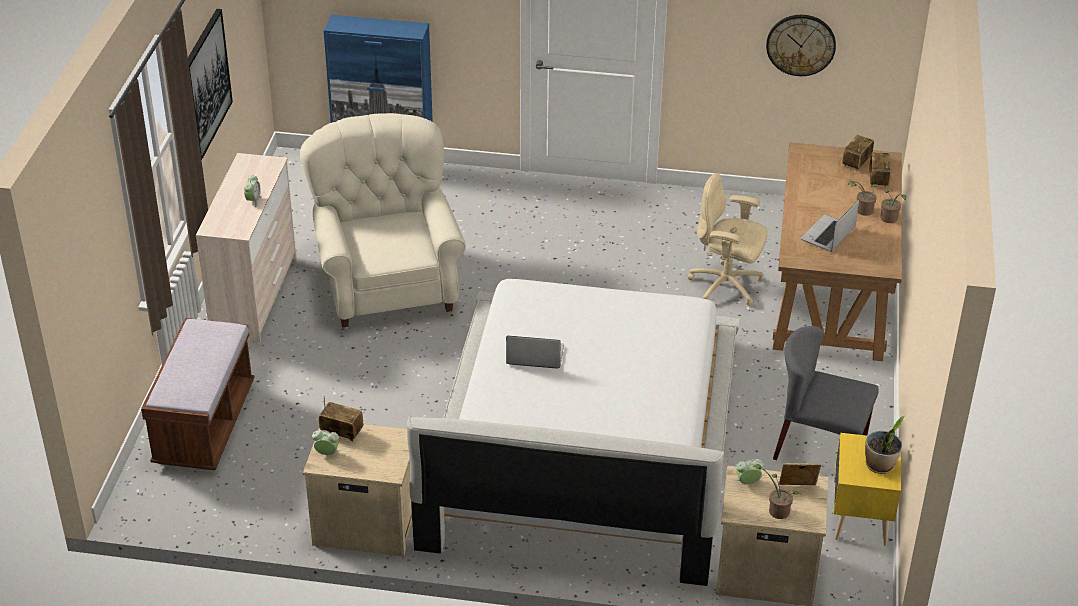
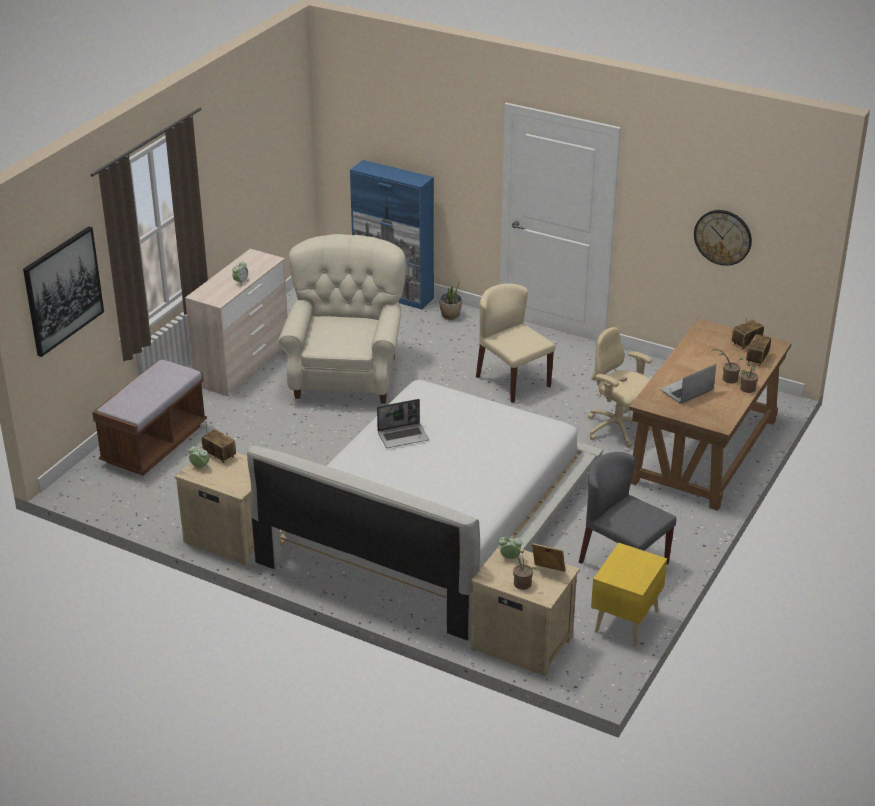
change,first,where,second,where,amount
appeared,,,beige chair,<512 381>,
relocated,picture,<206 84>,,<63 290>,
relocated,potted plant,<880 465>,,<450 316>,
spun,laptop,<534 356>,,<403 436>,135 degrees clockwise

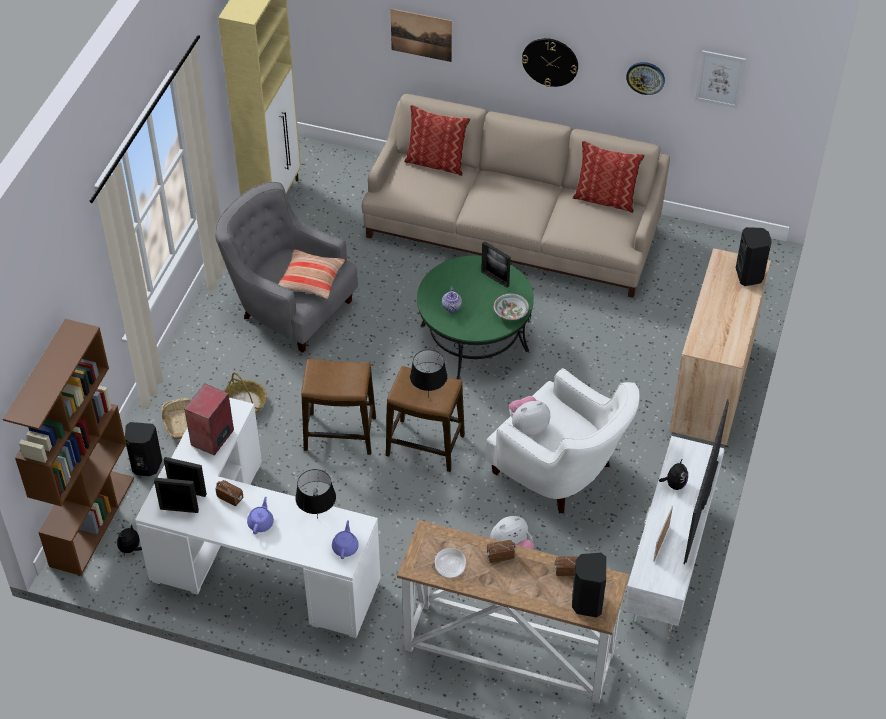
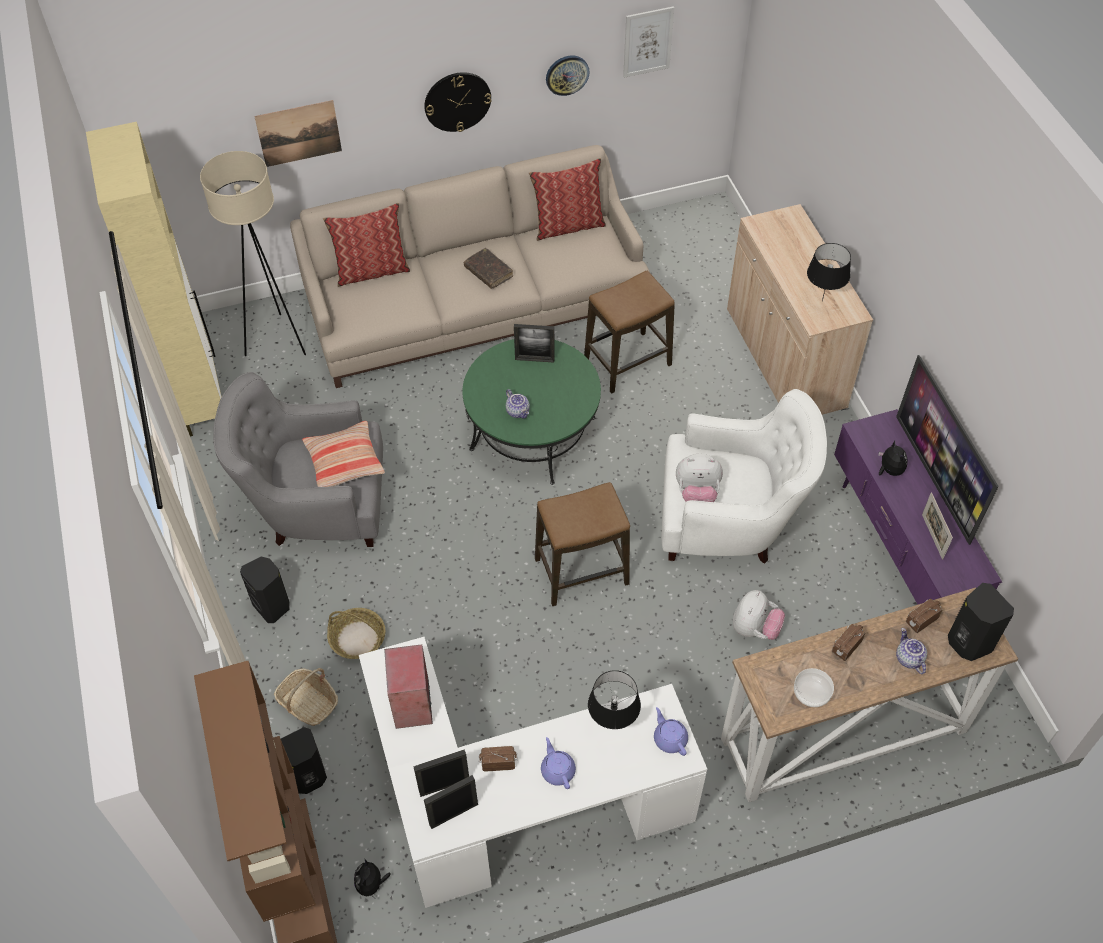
change,first,where,second,where,amount
missing,bowl,<511 313>,,,
appeared,,,beige floor lamp,<277 340>,
appeared,,,brown book,<488 272>,
appeared,,,teapot,<908 658>,
relocated,stool,<340 434>,,<627 362>,
relocated,black table lamp,<429 398>,,<822 301>,
relocated,black speaker,<749 276>,,<273 606>,
colour,white tv stand,<668 561>,purple tv stand,<898 550>,
spun,plush toy,<527 427>,,<697 493>,120 degrees counterclockwise

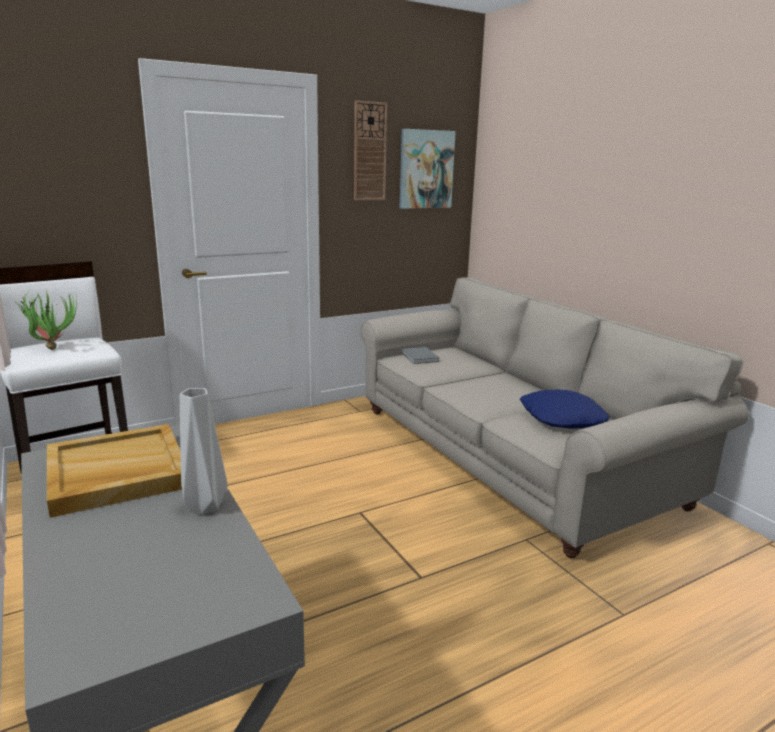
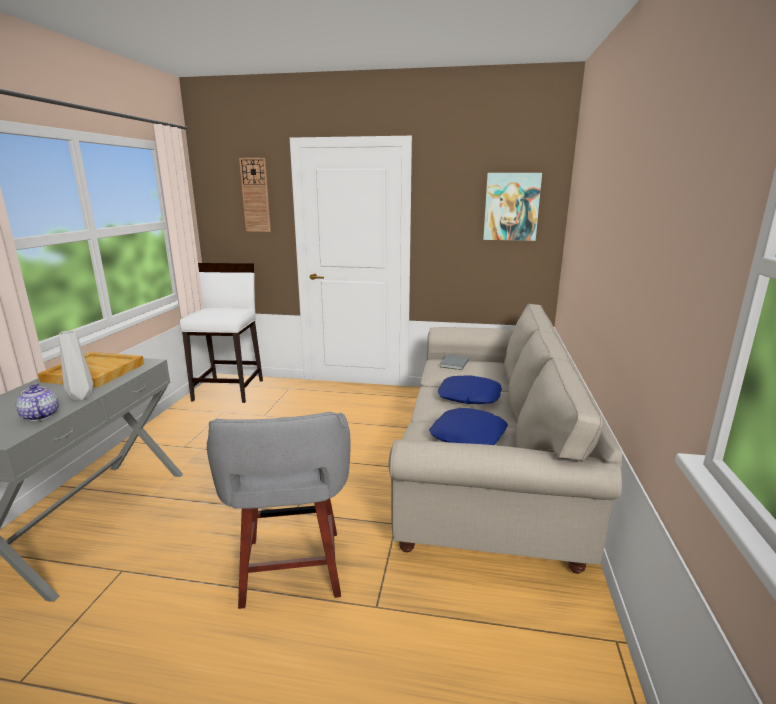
change,first,where,second,where,amount
missing,potted plant,<52 347>,,,
appeared,,,teapot,<40 416>,
appeared,,,grey stool,<292 570>,
appeared,,,blue pillow,<469 397>,
relocated,wall clock,<369 152>,,<255 195>,

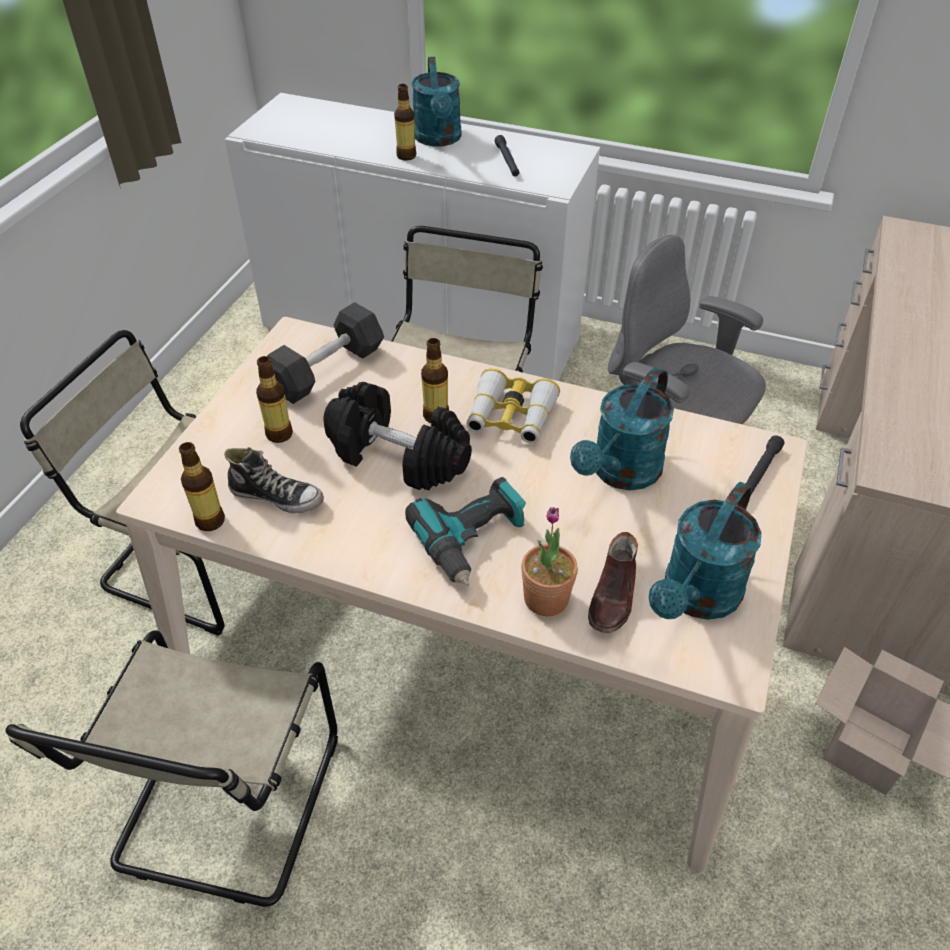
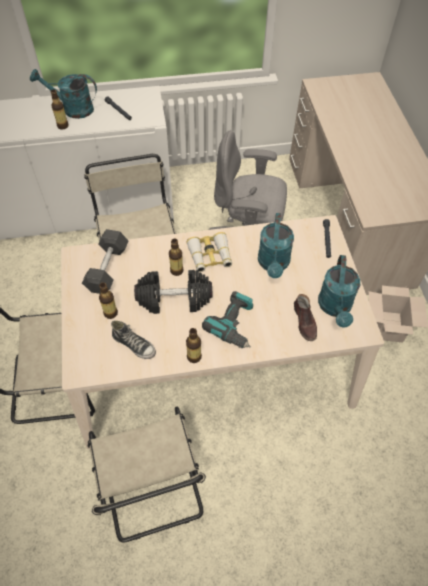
change,first,where,second,where,amount
missing,potted plant,<546 598>,,,
relocated,bottle,<210 521>,,<194 357>,
spun,shoe,<277 496>,,<134 345>,45 degrees clockwise
spun,turquoise watering can,<439 140>,,<72 109>,135 degrees clockwise

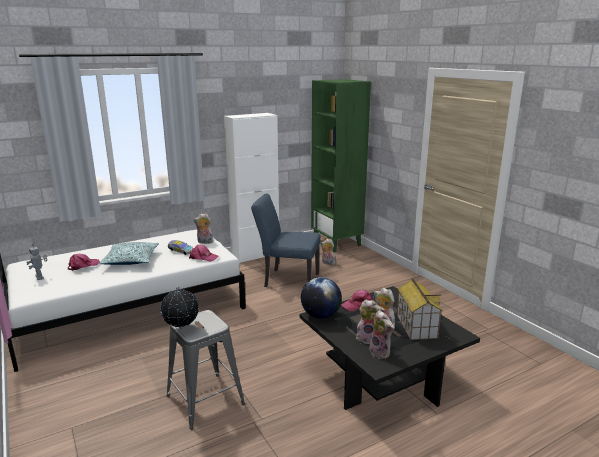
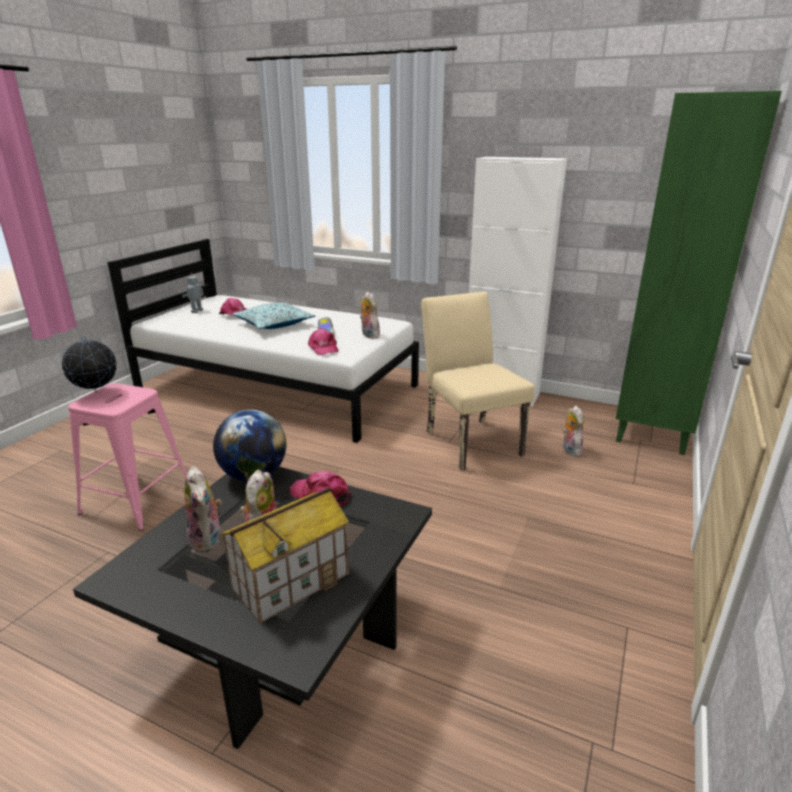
change,first,where,second,where,amount
missing,plush toy,<381 352>,,,
colour,grey stool,<204 400>,pink stool,<137 499>,
colour,blue chair,<287 280>,beige chair,<469 440>,

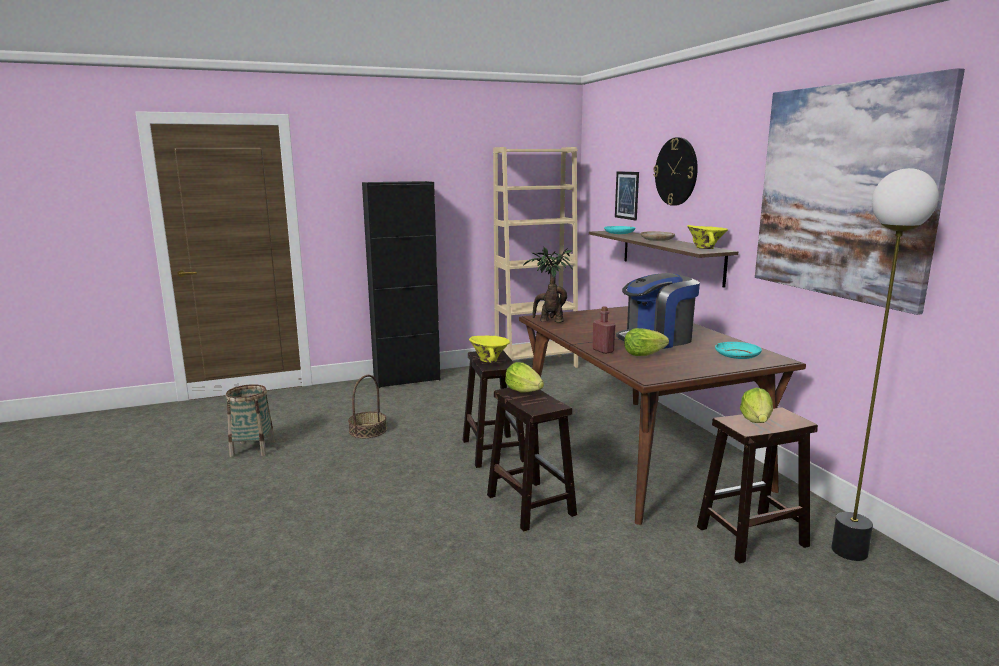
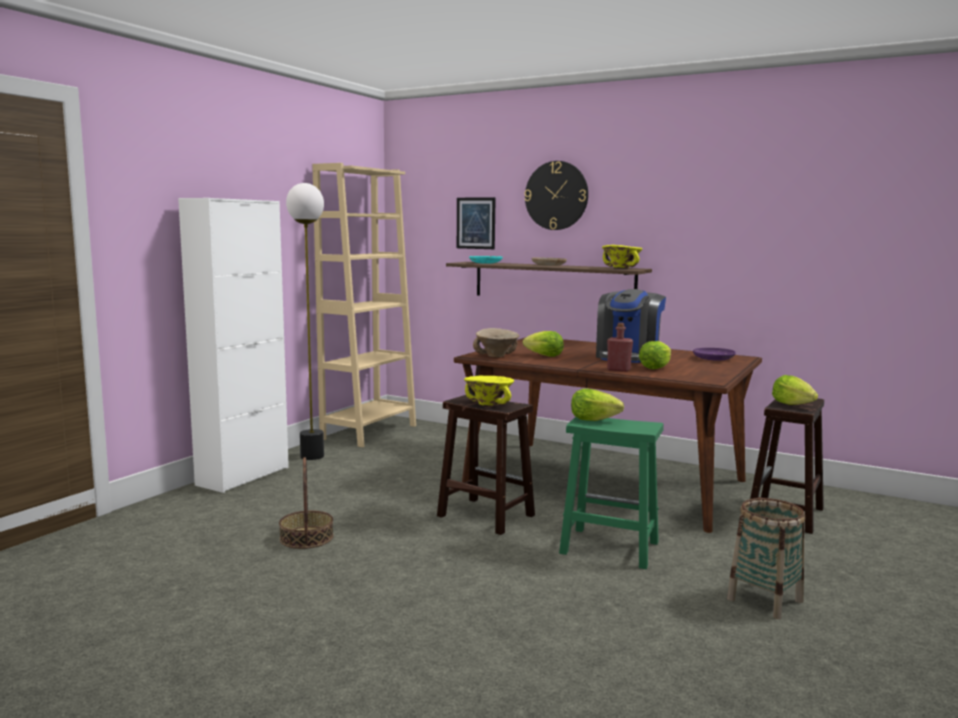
change,first,where,second,where,amount
missing,picture,<843 192>,,,
appeared,,,lettuce,<544 356>,
relocated,basket,<252 448>,,<764 600>,
relocated,floor lamp,<848 551>,,<311 456>,
exchanged,potted plant,<549 321>,beige bowl,<497 356>,
colour,black cabinet,<407 379>,white cabinet,<243 476>,
colour,brown stool,<529 504>,green stool,<607 547>,
colour,turquoise plate,<737 356>,purple plate,<713 359>,

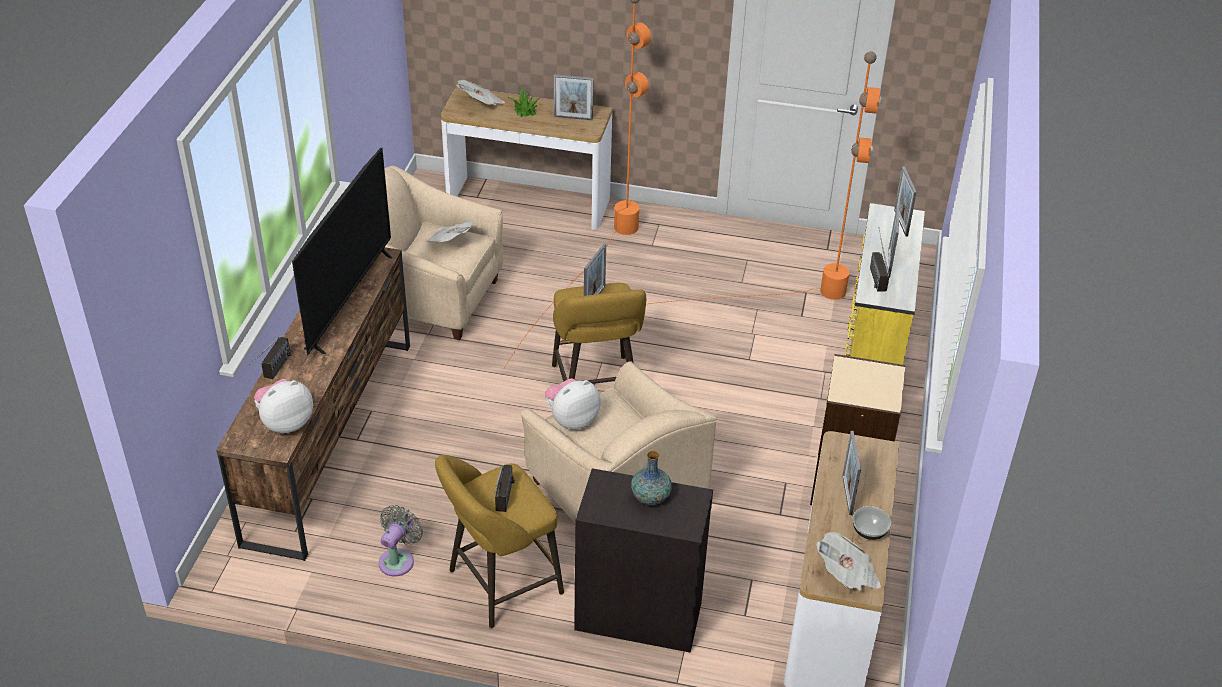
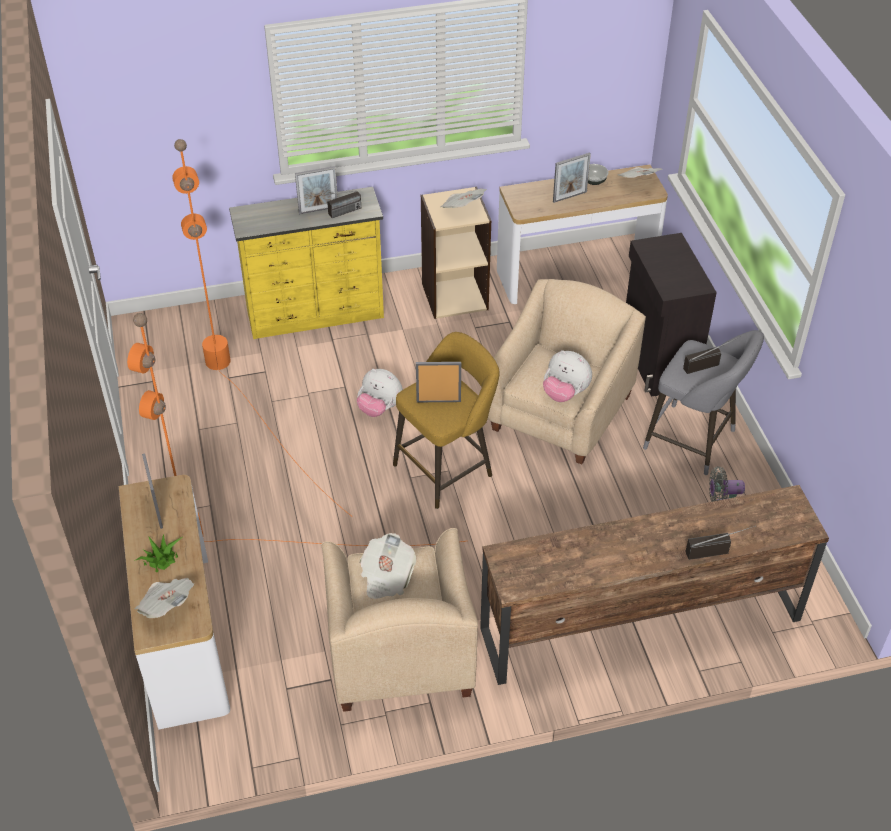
change,first,where,second,where,amount
missing,television,<349 301>,,,
missing,vase,<650 497>,,,
missing,picture frame,<900 223>,,,
appeared,,,newspaper,<462 208>,
relocated,plush toy,<286 423>,,<379 408>,
colour,yellow stool,<500 585>,grey stool,<694 442>,

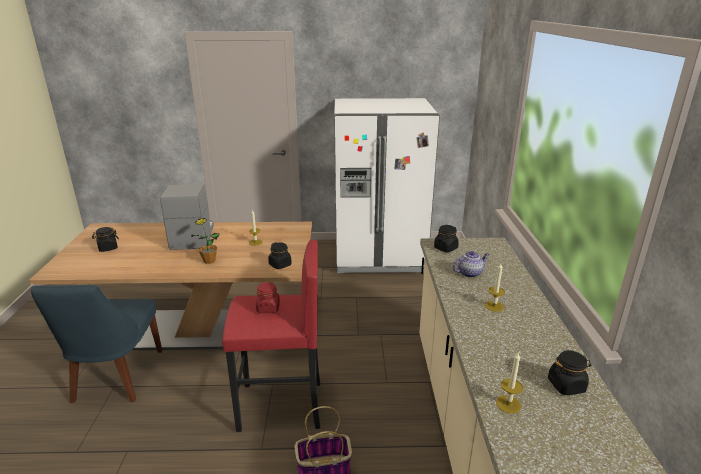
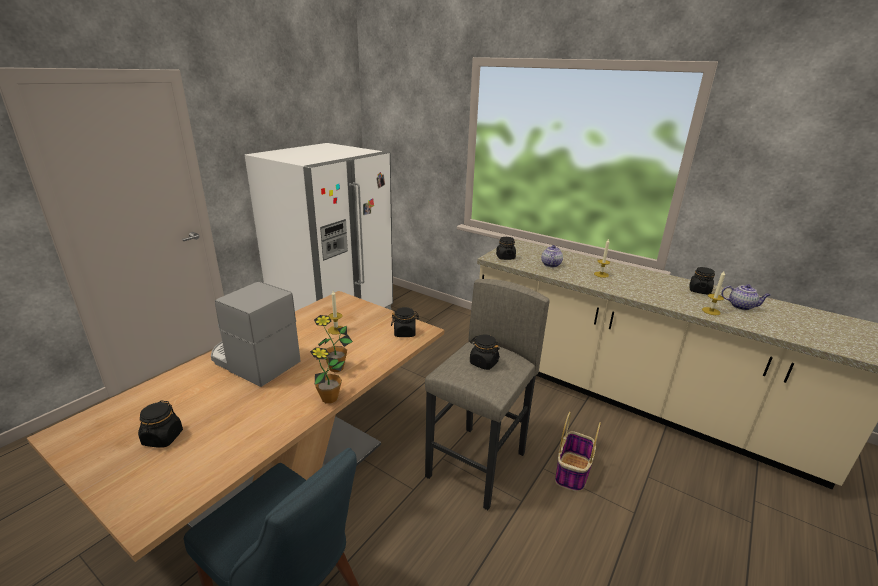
change,first,where,second,where,amount
appeared,,,potted plant,<329 398>,
appeared,,,teapot,<741 306>,
colour,red stool,<281 406>,grey stool,<477 465>,
colour,red jar,<268 308>,black jar,<483 363>,

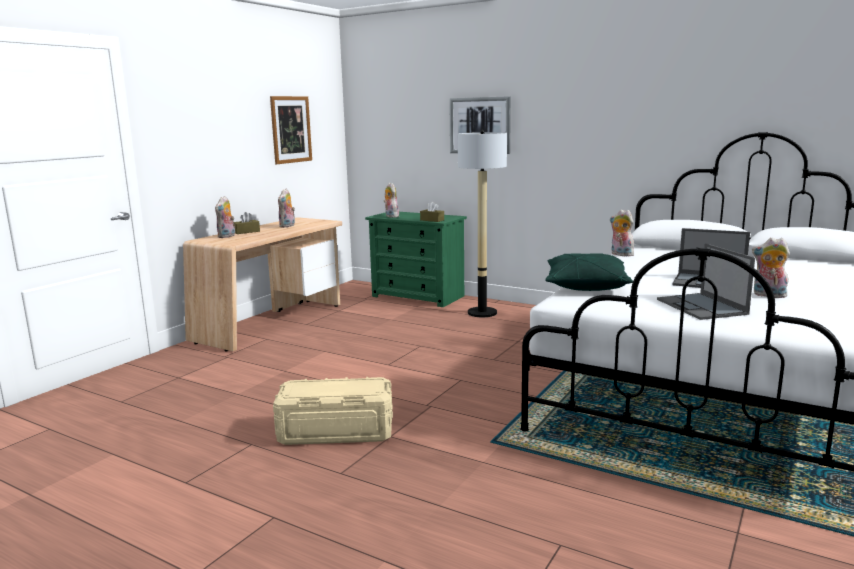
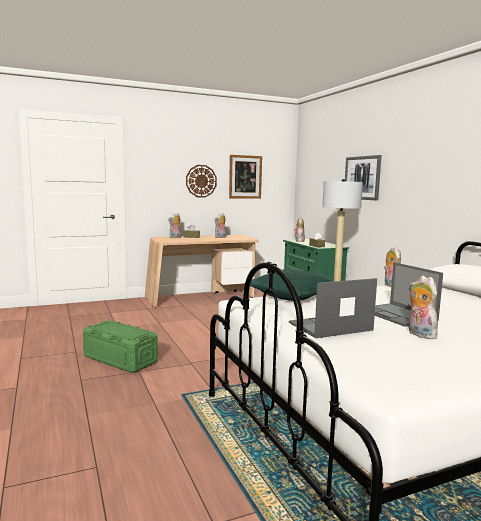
change,first,where,second,where,amount
appeared,,,wall clock,<201 181>,
colour,beige storage box,<336 431>,green storage box,<120 359>,
spun,laptop,<702 307>,,<329 327>,45 degrees clockwise

